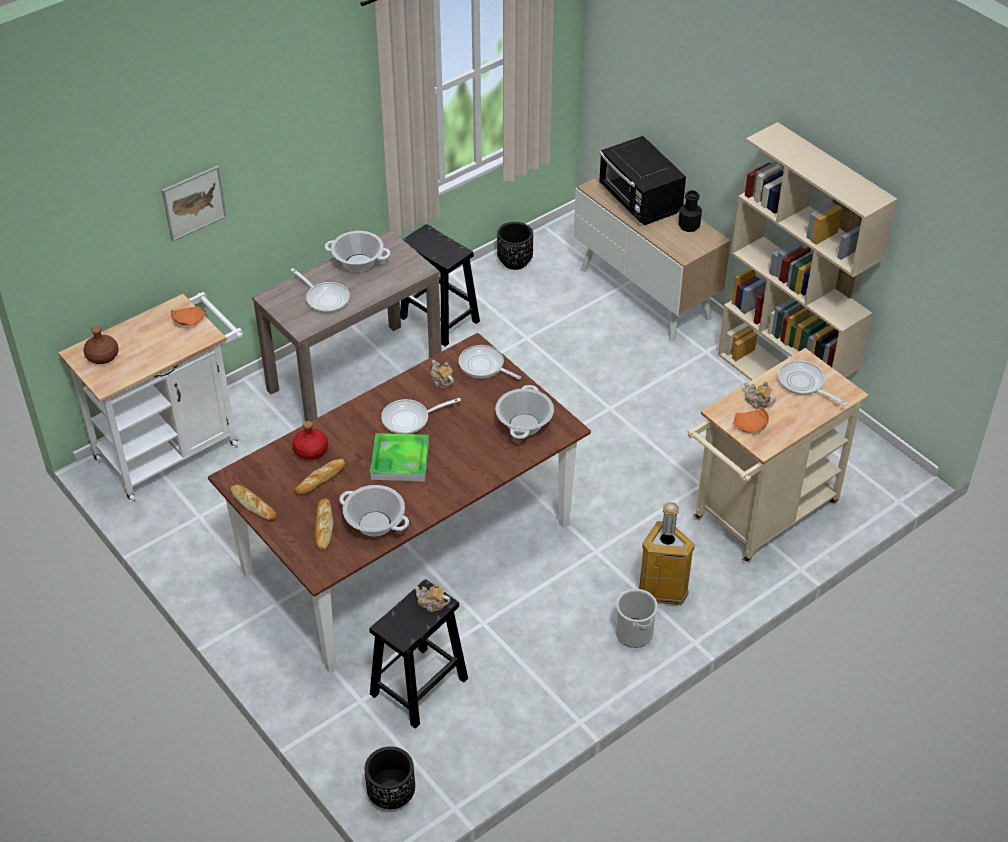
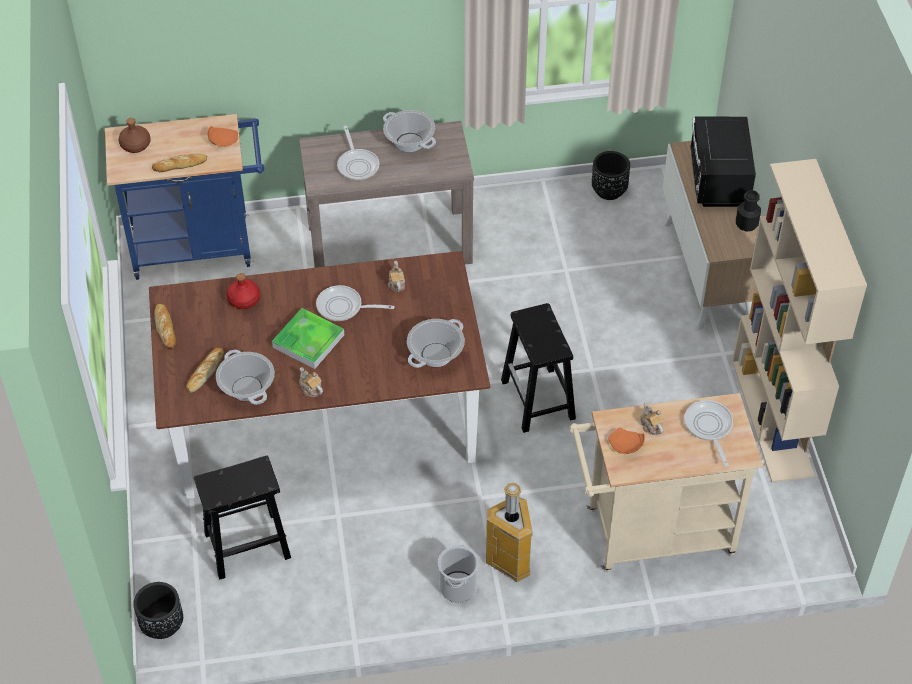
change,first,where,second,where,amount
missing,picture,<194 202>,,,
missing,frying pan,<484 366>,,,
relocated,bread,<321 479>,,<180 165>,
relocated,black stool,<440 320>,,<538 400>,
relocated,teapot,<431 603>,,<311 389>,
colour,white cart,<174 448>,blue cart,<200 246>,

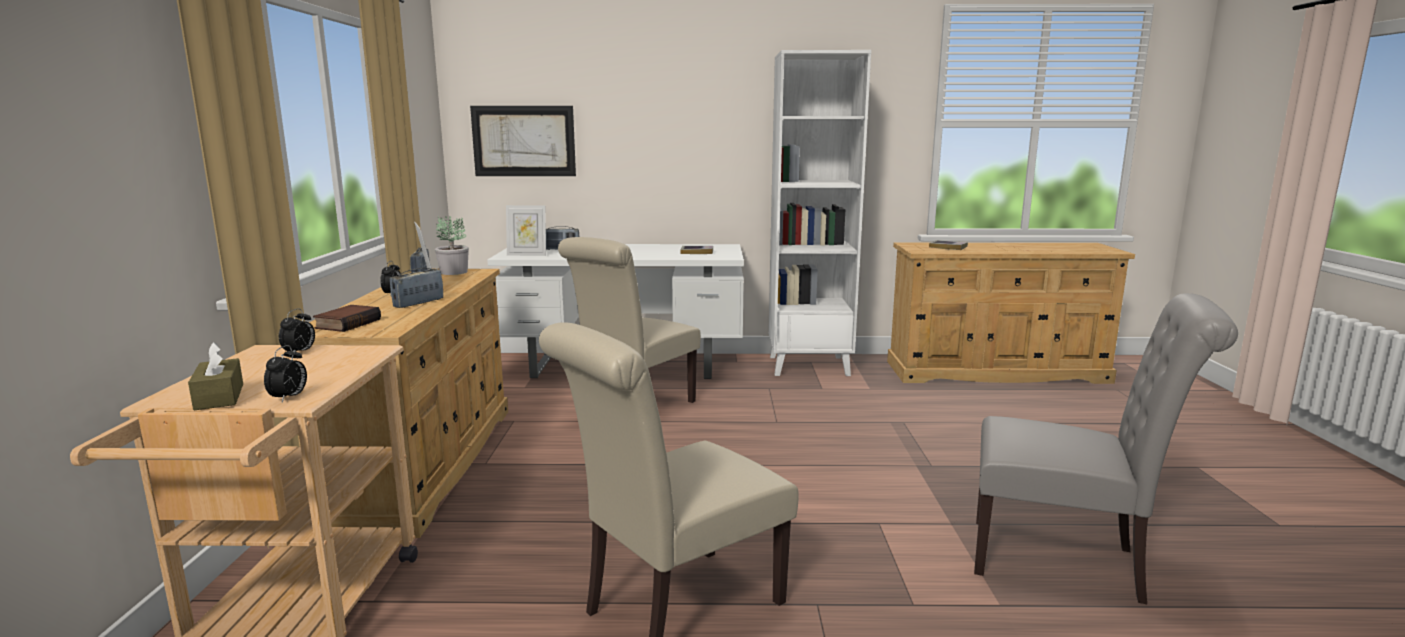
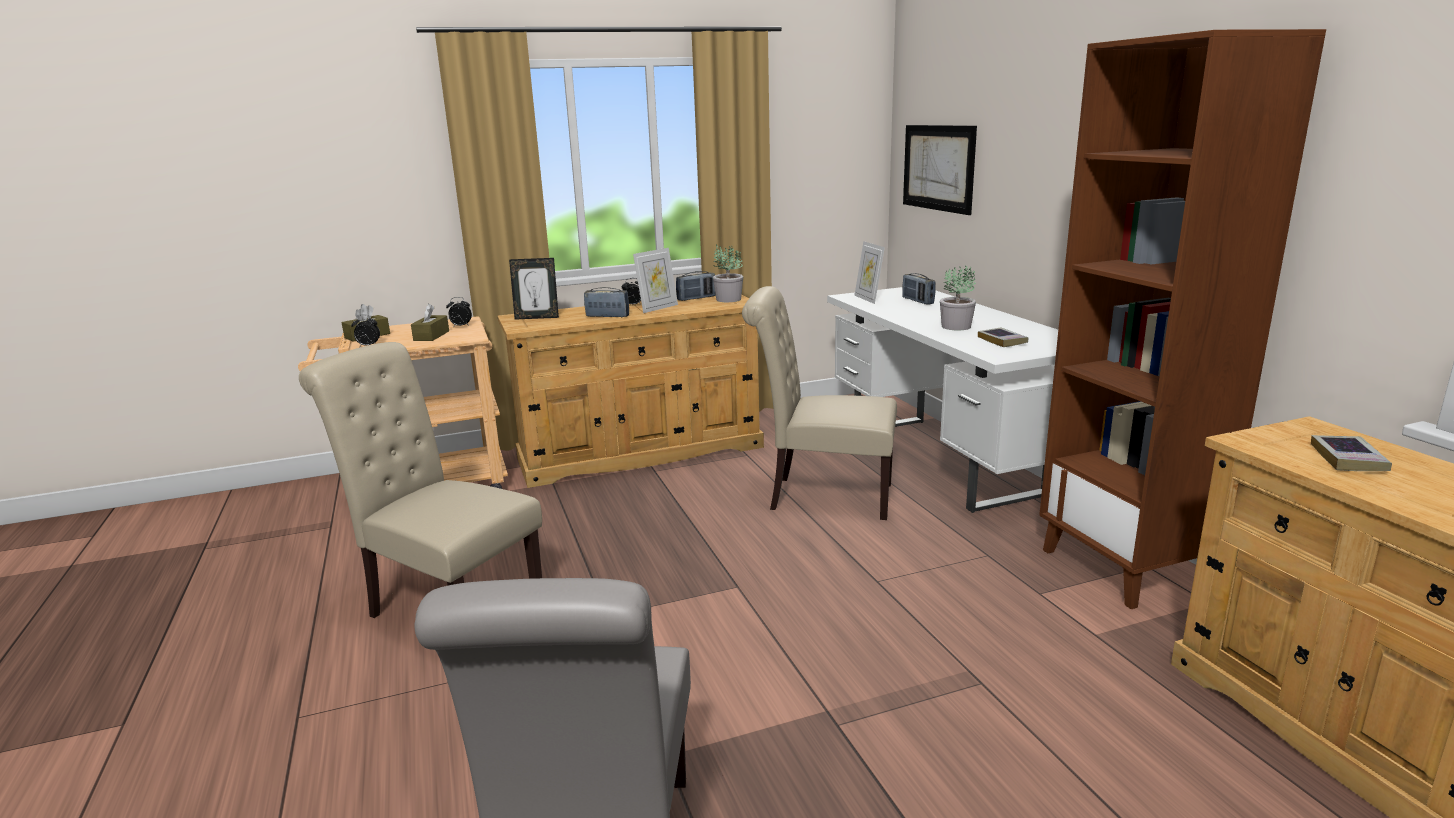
change,first,where,second,where,amount
appeared,,,brown tissue box,<431 336>,
appeared,,,potted plant,<957 327>,
exchanged,book,<347 323>,picture frame,<537 317>,
colour,white bookcase,<809 365>,brown bookcase,<1126 568>,

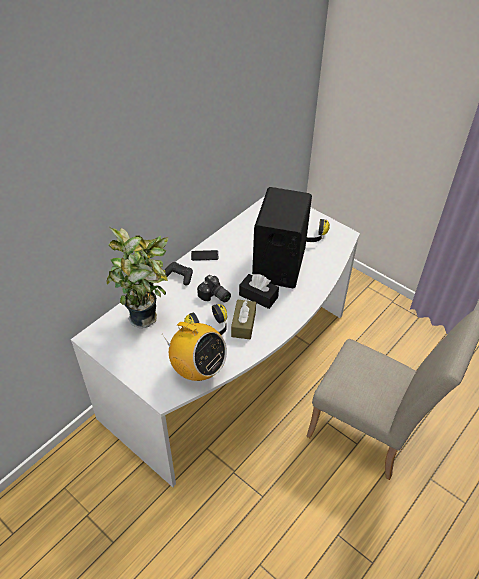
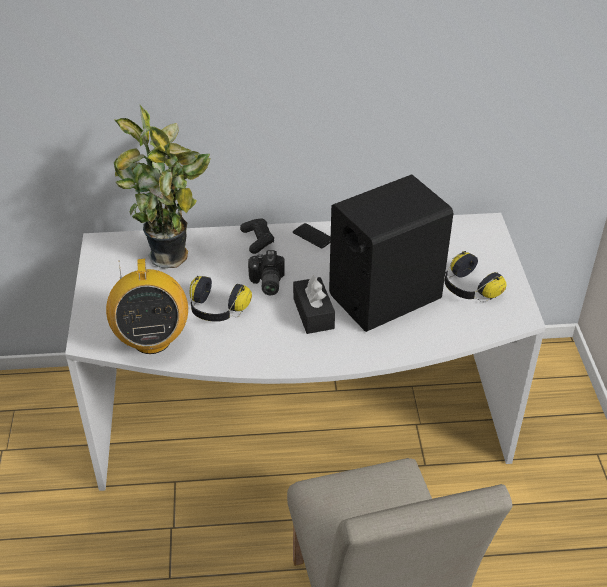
change,first,where,second,where,amount
missing,brown tissue box,<243 324>,,,

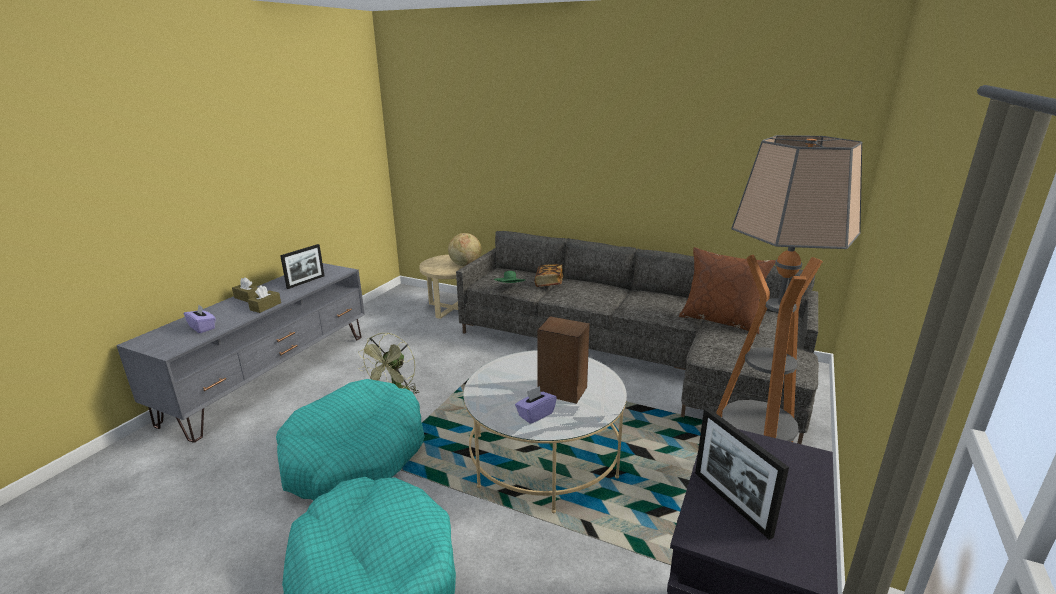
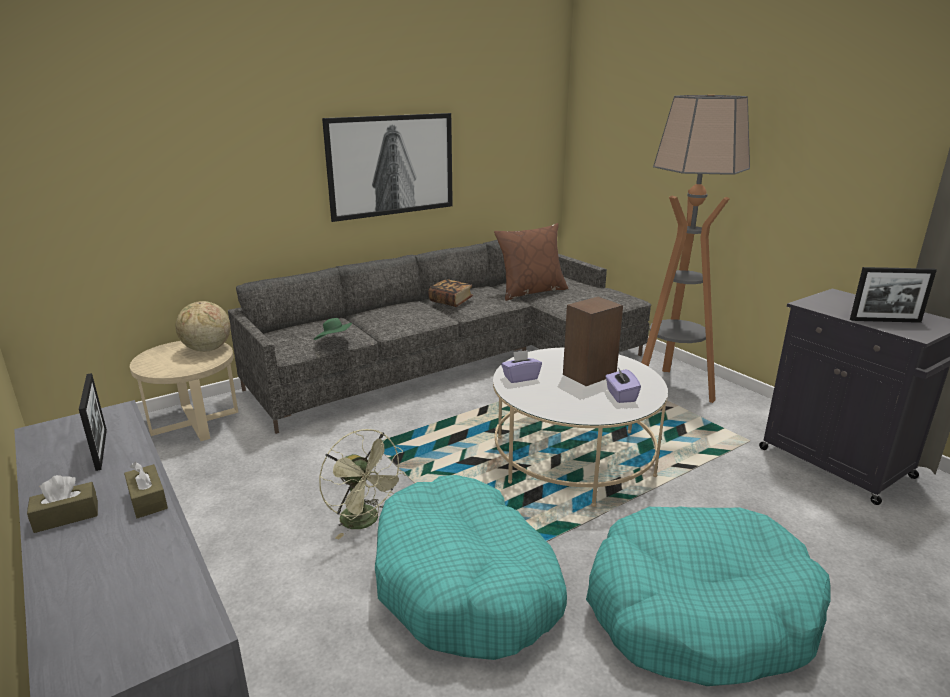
change,first,where,second,where,amount
appeared,,,picture,<391 165>,
relocated,purple tissue box,<202 328>,,<520 378>,
relocated,book,<549 283>,,<451 301>,

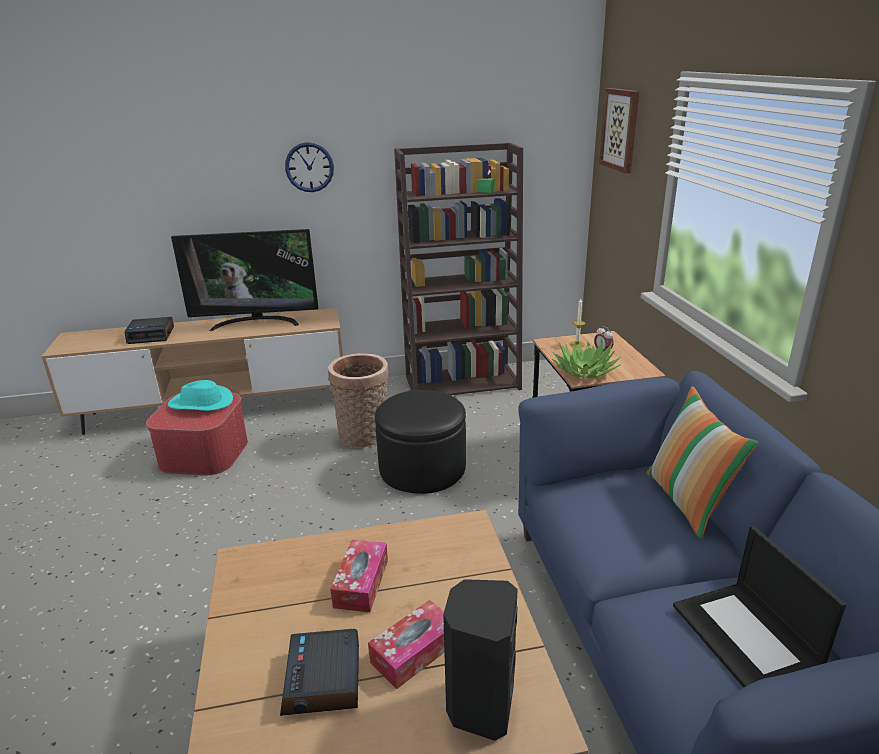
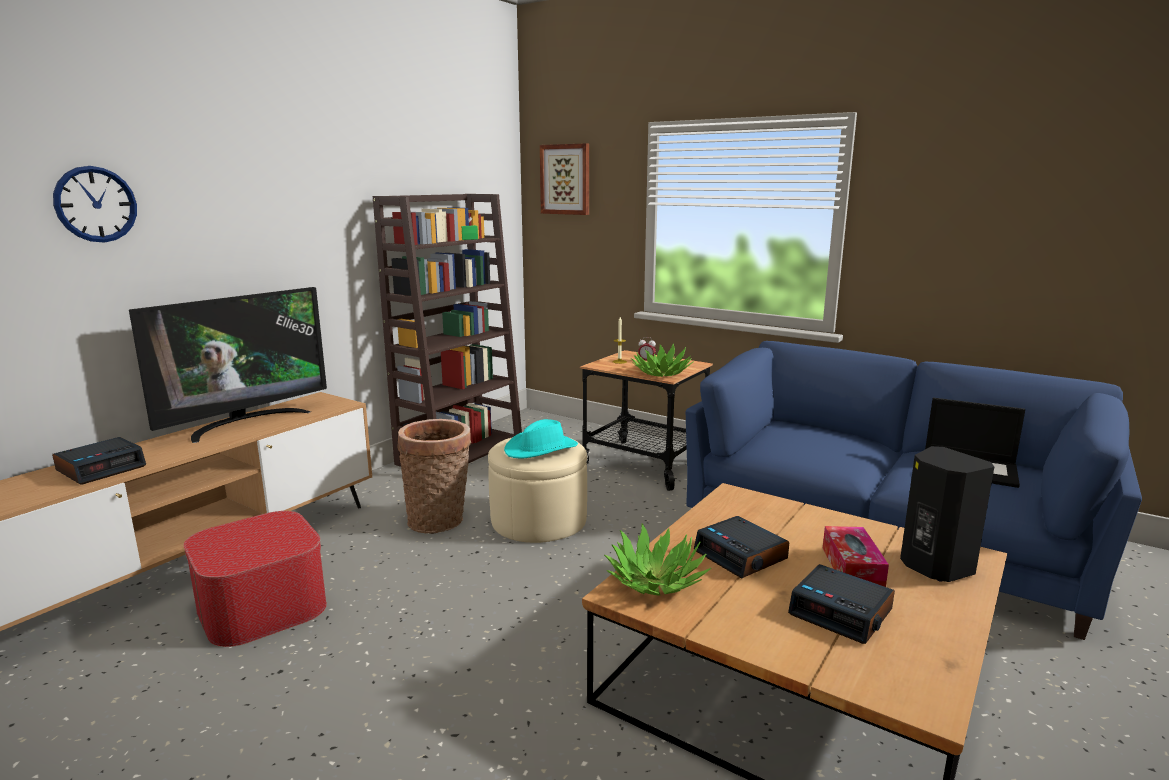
change,first,where,second,where,amount
missing,pillow,<688 502>,,,
appeared,,,potted plant,<655 581>,
relocated,turquoise hat,<201 403>,,<541 449>,
relocated,wall clock,<309 167>,,<96 204>,
exchanged,tissue box,<361 583>,alarm clock,<741 555>,
colour,black ottoman,<422 468>,beige ottoman,<538 520>,

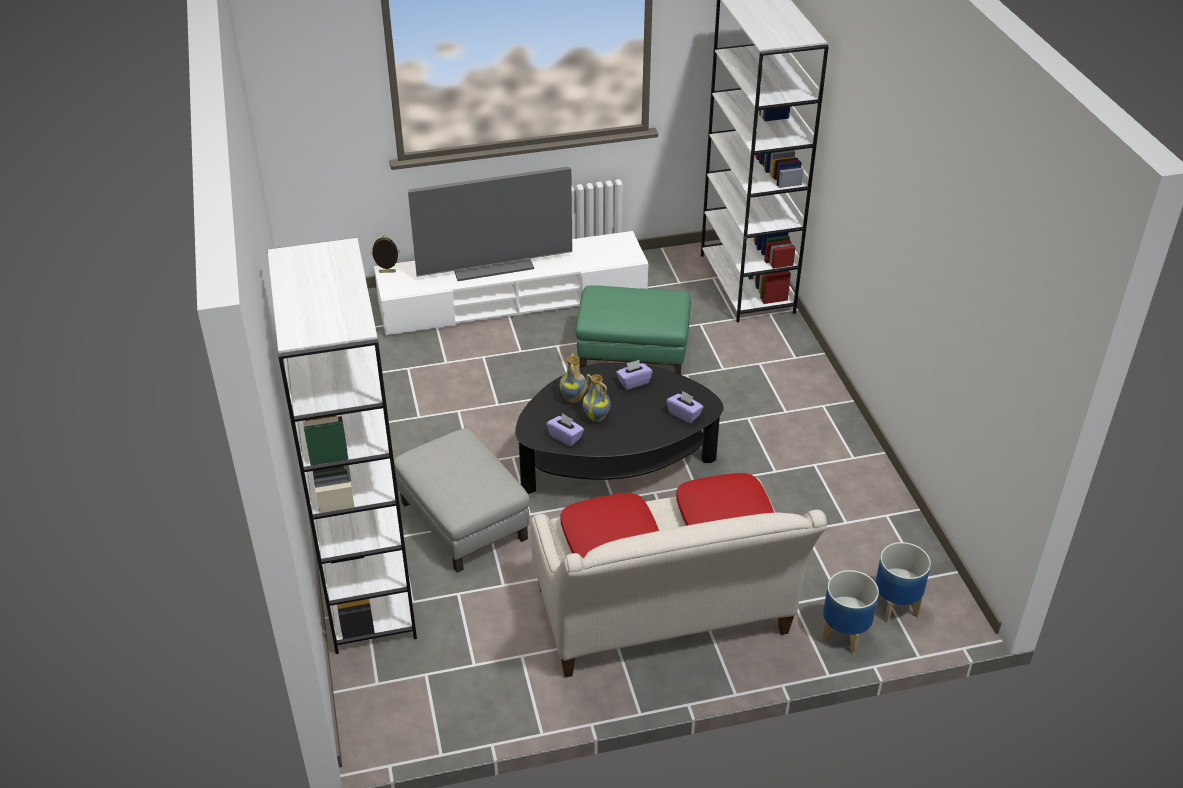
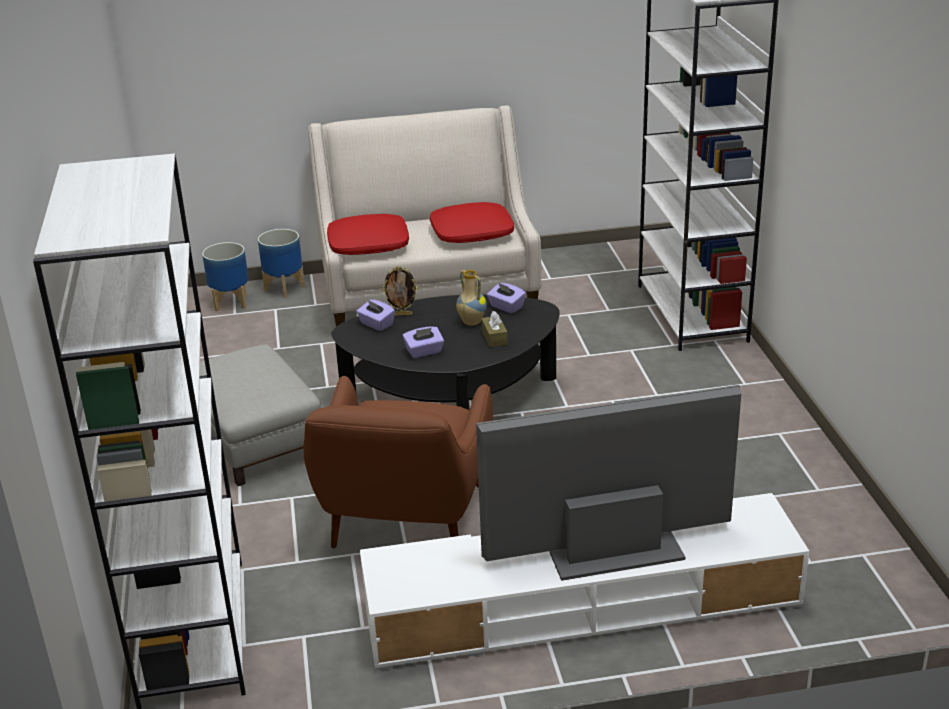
change,first,where,second,where,amount
relocated,picture frame,<387 272>,,<402 314>,
relocated,grey ottoman,<462 520>,,<257 441>,
exchanged,vase,<574 398>,brown tissue box,<494 338>,
exchanged,green ottoman,<633 351>,brown armchair,<406 521>,

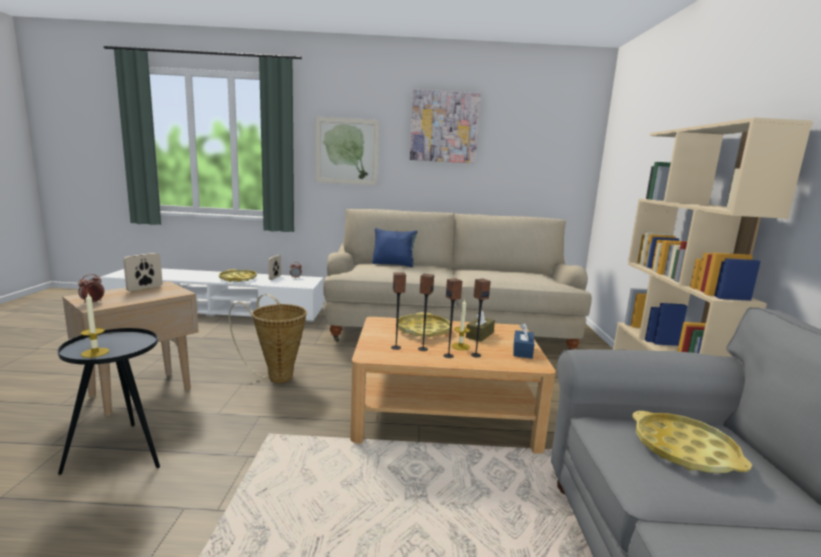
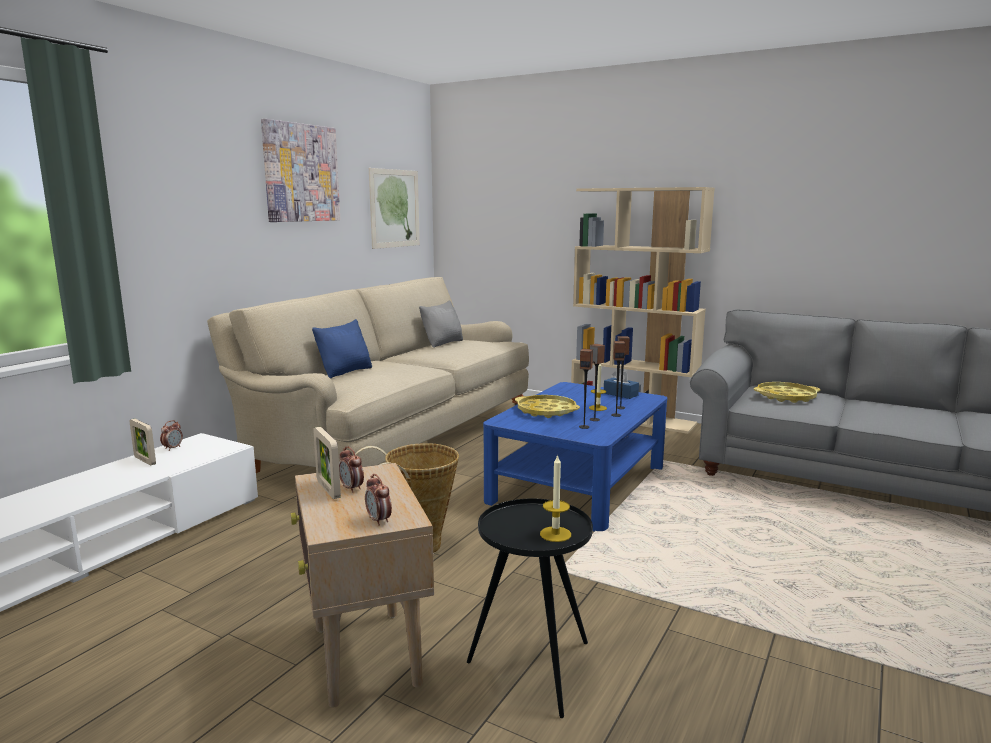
change,first,where,second,where,amount
missing,yellow tray,<238 279>,,,
missing,brown tissue box,<479 335>,,,
appeared,,,alarm clock,<352 488>,
appeared,,,grey pillow,<443 343>,
relocated,picture,<347 151>,,<394 208>,
colour,beige coffee table,<444 413>,blue coffee table,<578 483>,

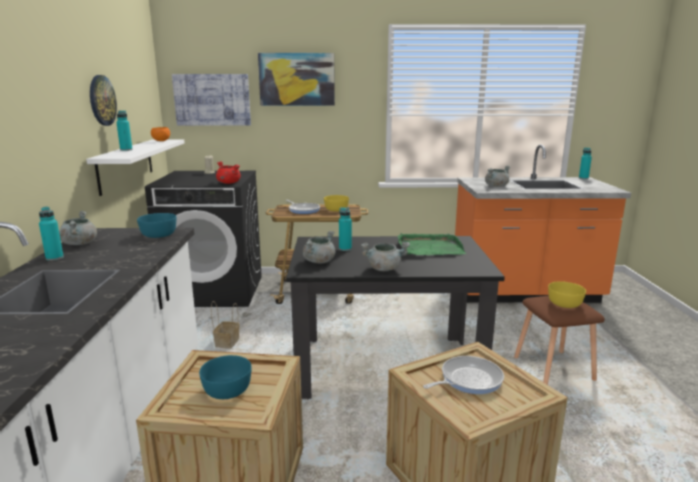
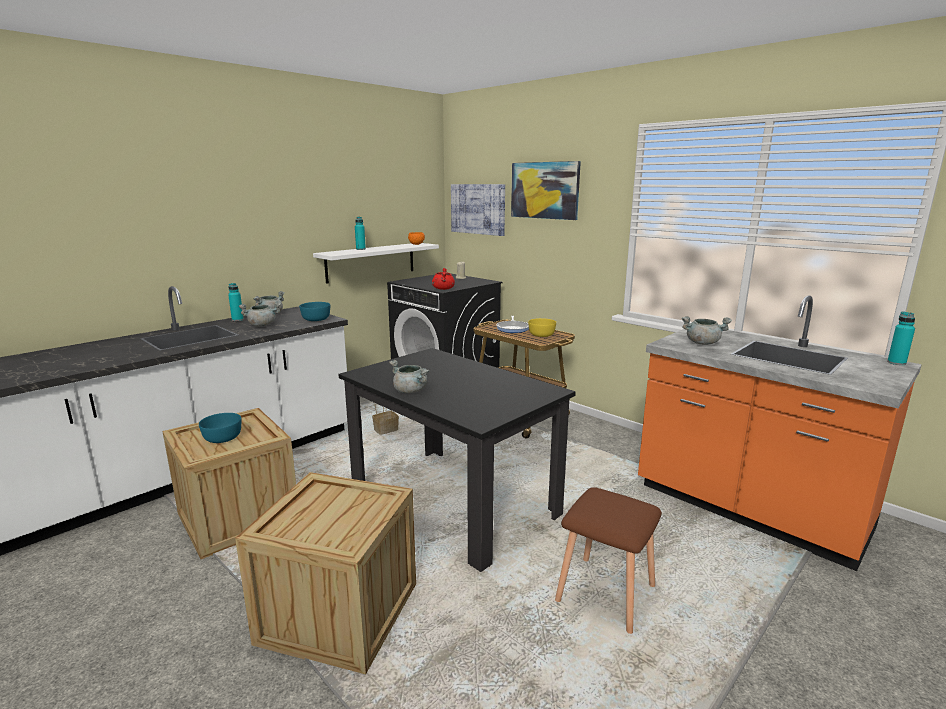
change,first,where,second,where,amount
missing,wall clock,<102 100>,,,
missing,turquoise bottle,<345 249>,,,
missing,green tray,<429 248>,,,
missing,frying pan,<468 379>,,,
missing,yellow bowl,<564 303>,,,
relocated,grey cooking pot,<319 261>,,<262 325>,

